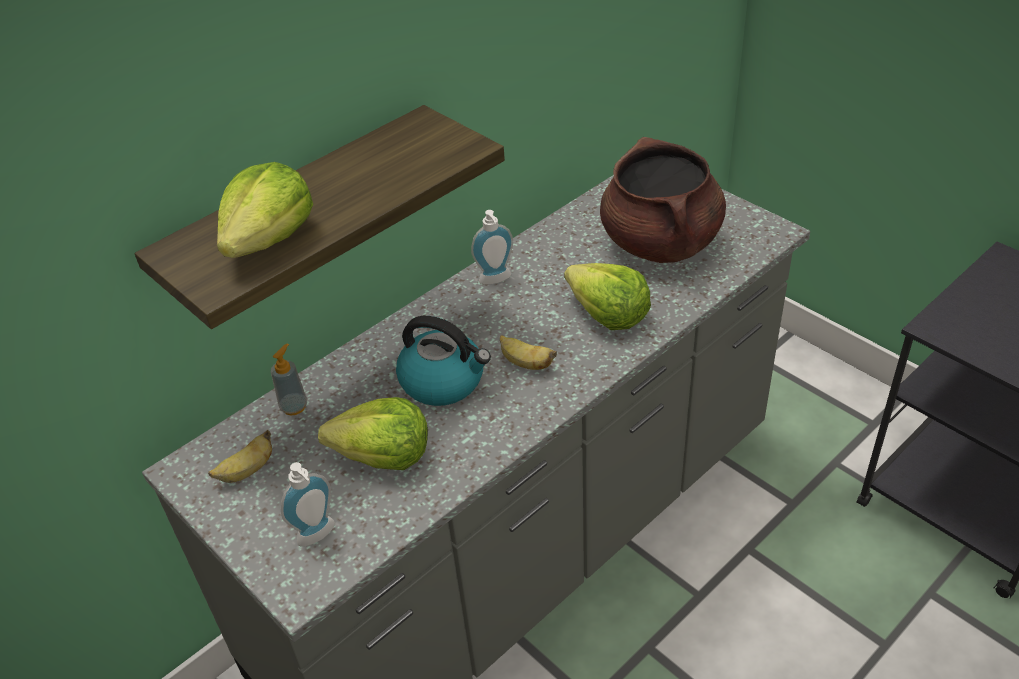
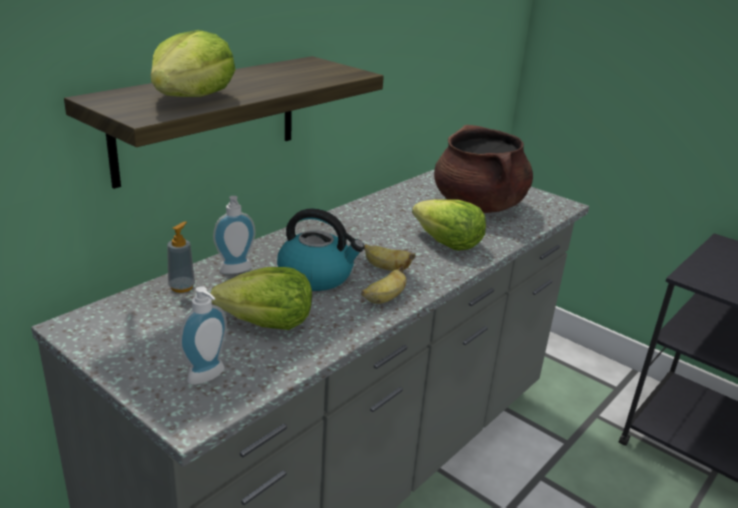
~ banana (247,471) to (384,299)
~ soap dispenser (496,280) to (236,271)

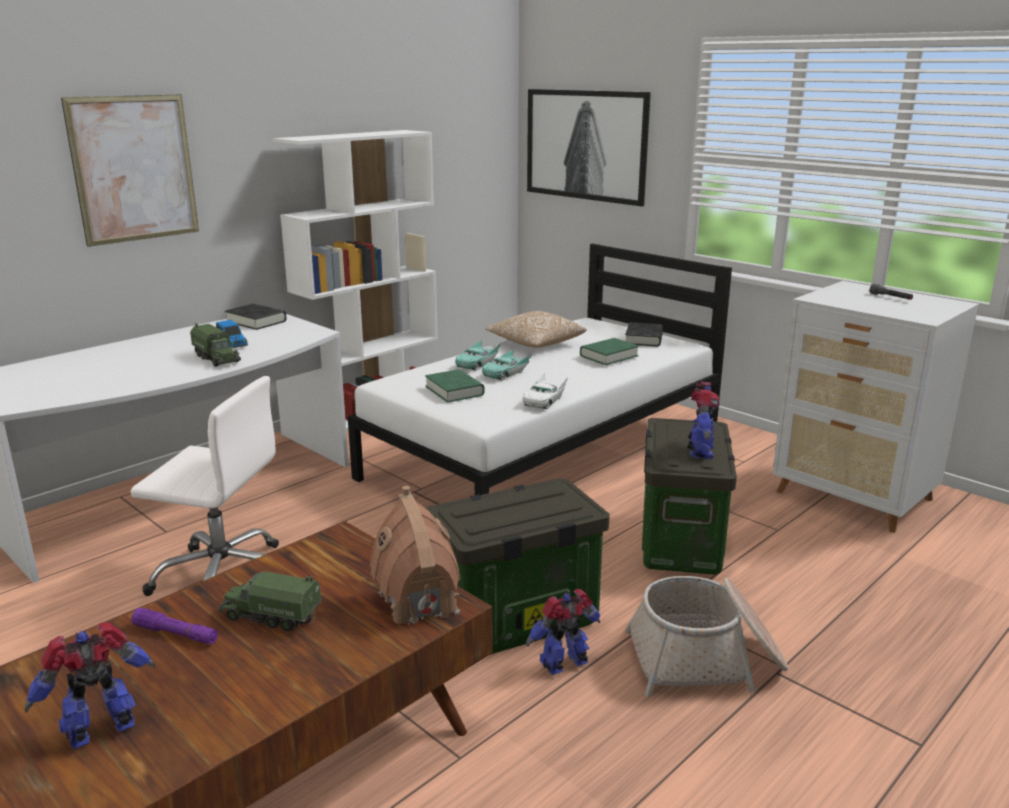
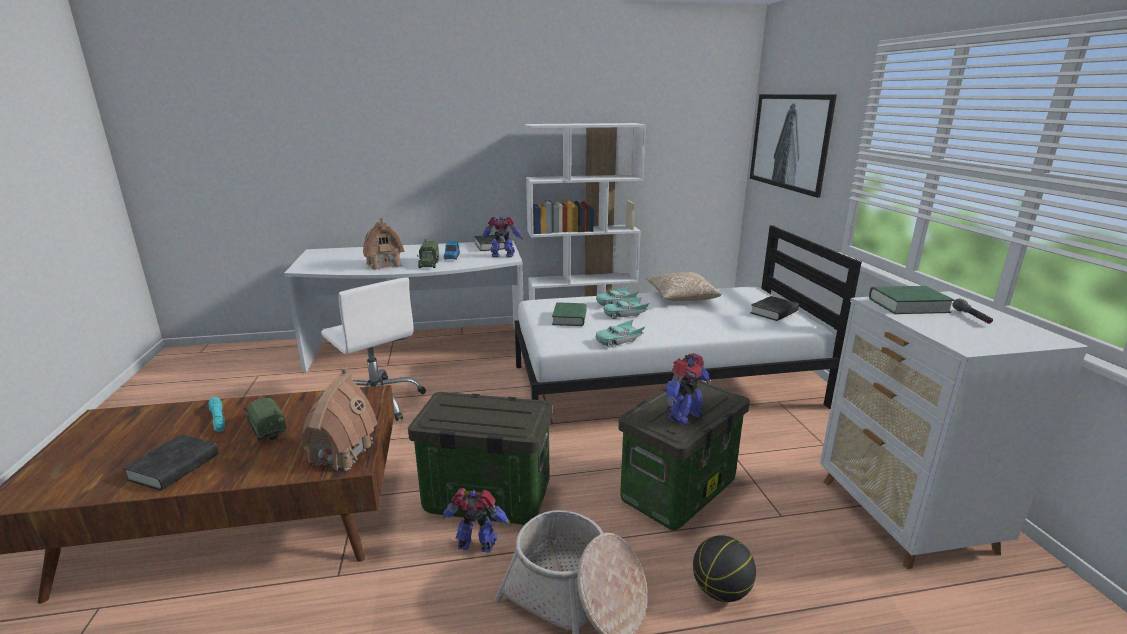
- picture (134,169)
+ black book (174,467)
+ toy house (384,265)
+ basketball (720,590)
~ toy robot (103,730) to (503,256)
~ green book (609,356) to (908,305)
~ purple flashlight (176,634) to turquoise flashlight (218,419)
~ white toy car (544,400) to turquoise toy car (619,340)

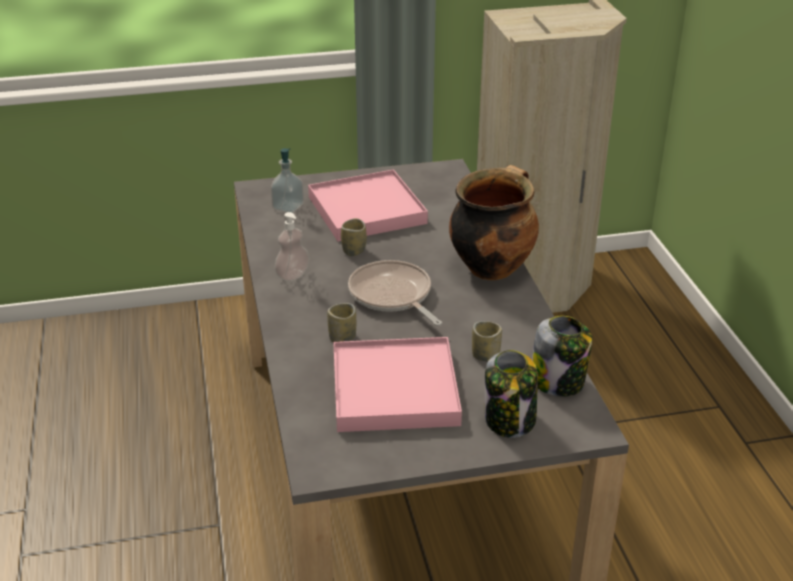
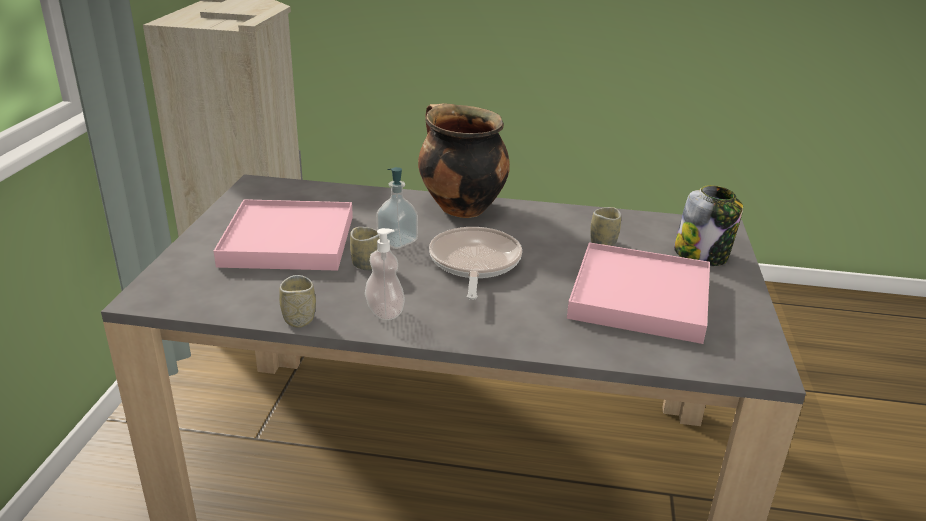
- jar (558,381)
~ soap dispenser (288,207) to (397,241)
~ cup (342,337) to (299,319)
~ frying pan (392,296) = (474,263) 105 degrees clockwise

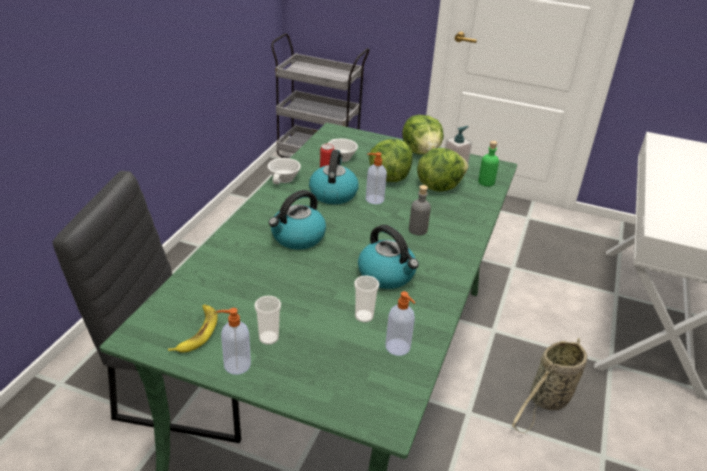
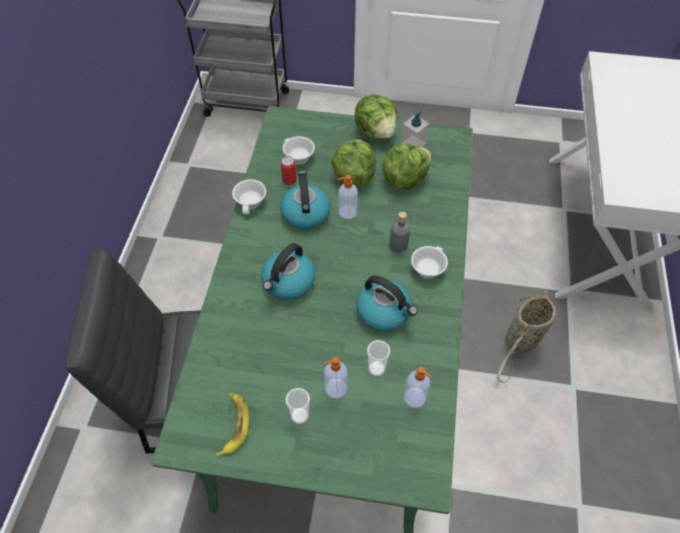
- green bottle (486,182)
+ white cup (427,268)
~ soap dispenser (236,365) to (335,388)

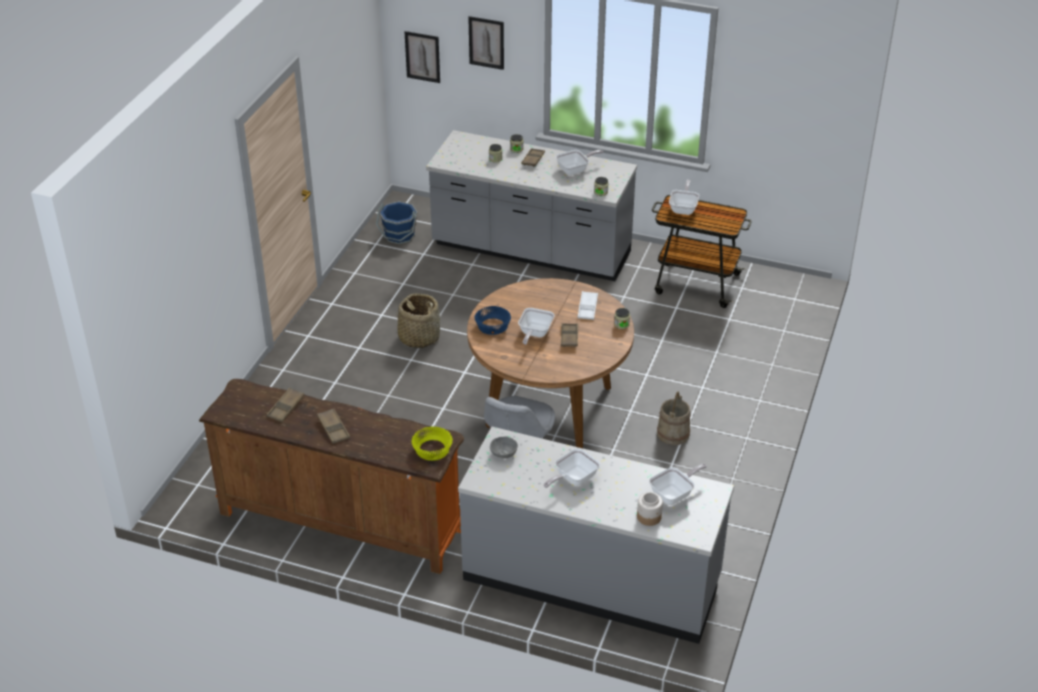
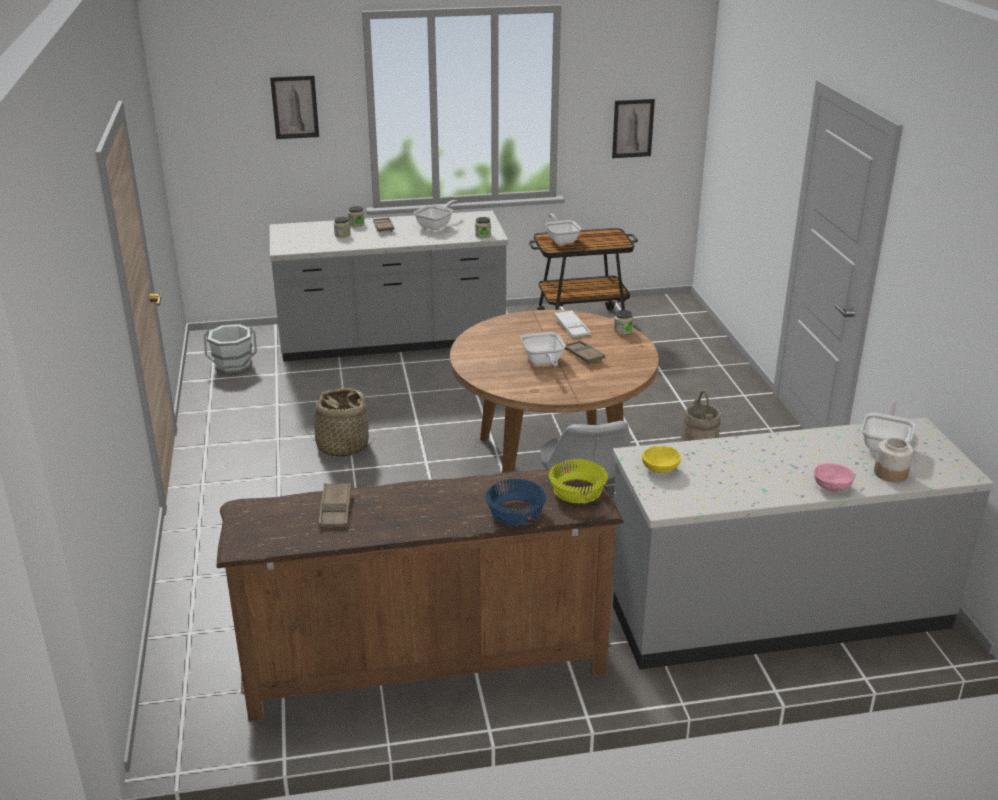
- brown tray (333,428)
- frying pan (573,479)
+ pink bowl (831,487)
~ picture (422,57) to (632,128)
~ blue bowl (492,326) to (515,513)
~ orange cabinet (341,520) to beige cabinet (425,663)
~ blue bucket (399,236) to white bucket (233,365)
~ grey bowl (503,453) to yellow bowl (660,469)

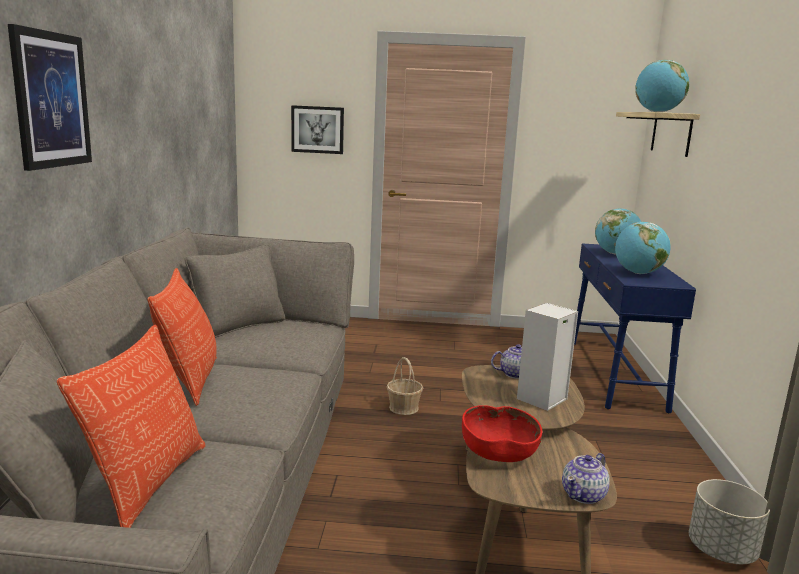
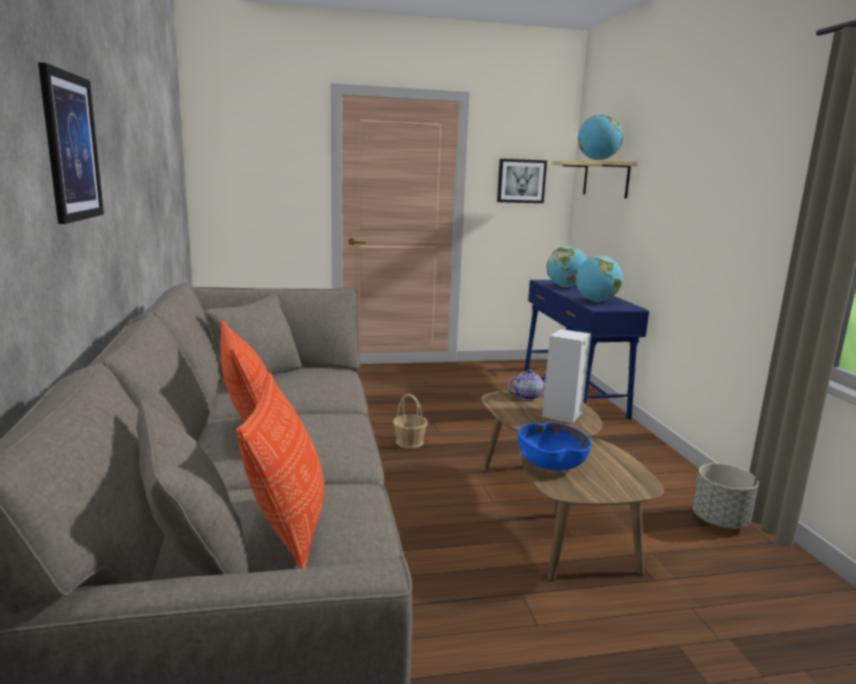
- teapot (584,495)
~ picture (317,129) to (521,181)
~ red bowl (498,454) to blue bowl (551,465)

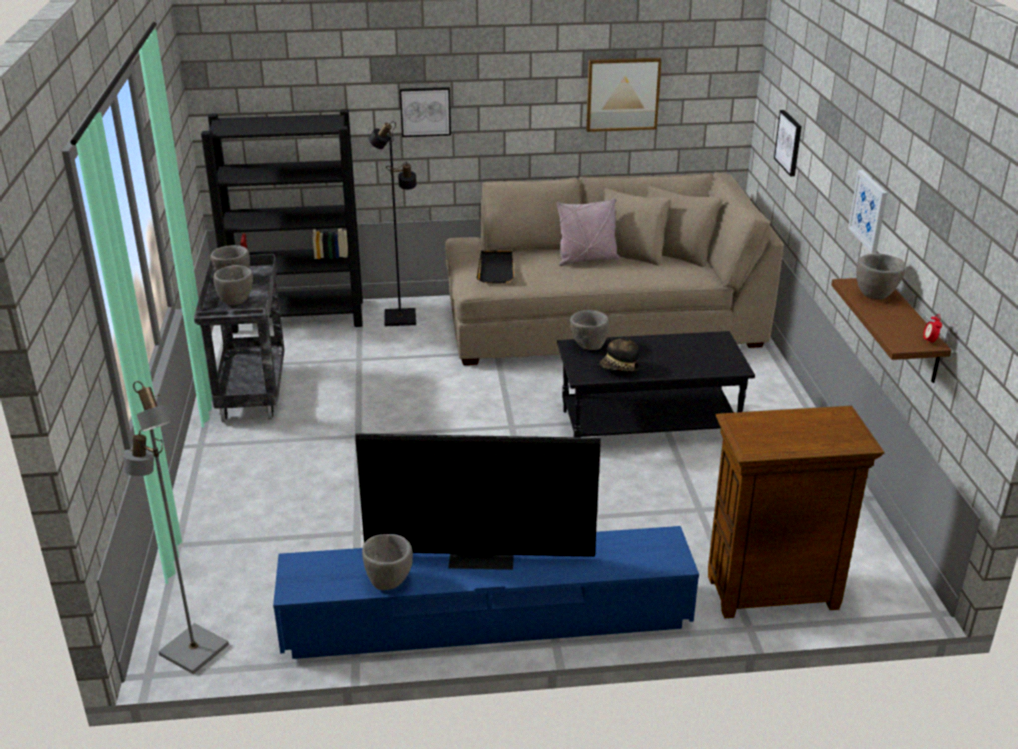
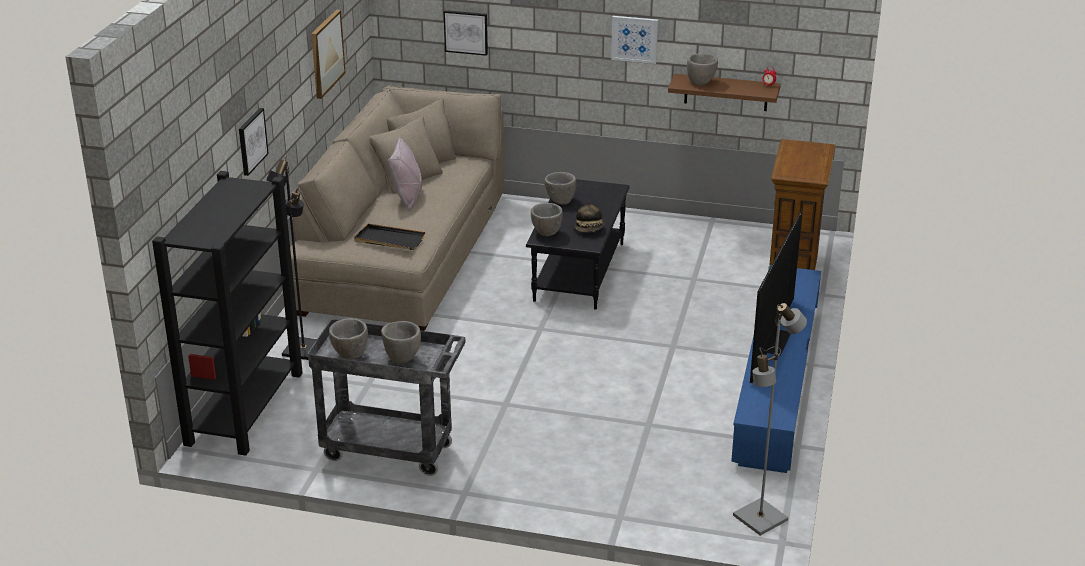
~ grey bowl (388,581) to (560,201)

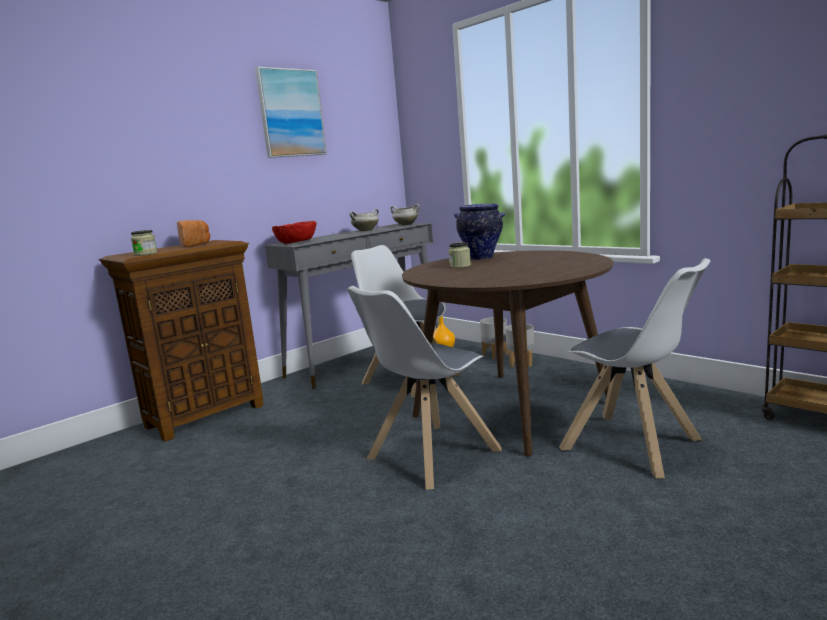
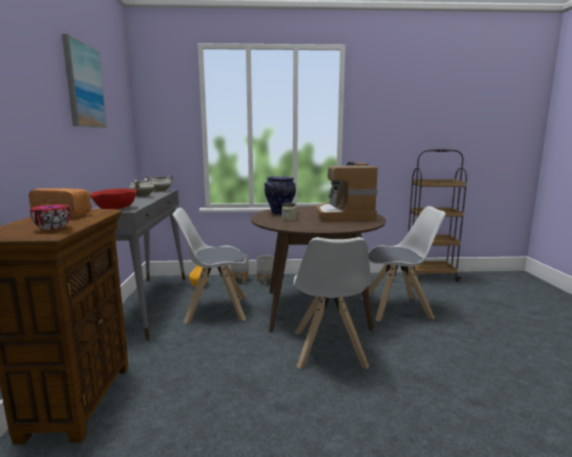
+ coffee machine (343,216)
~ jar (145,254) to bowl (54,229)

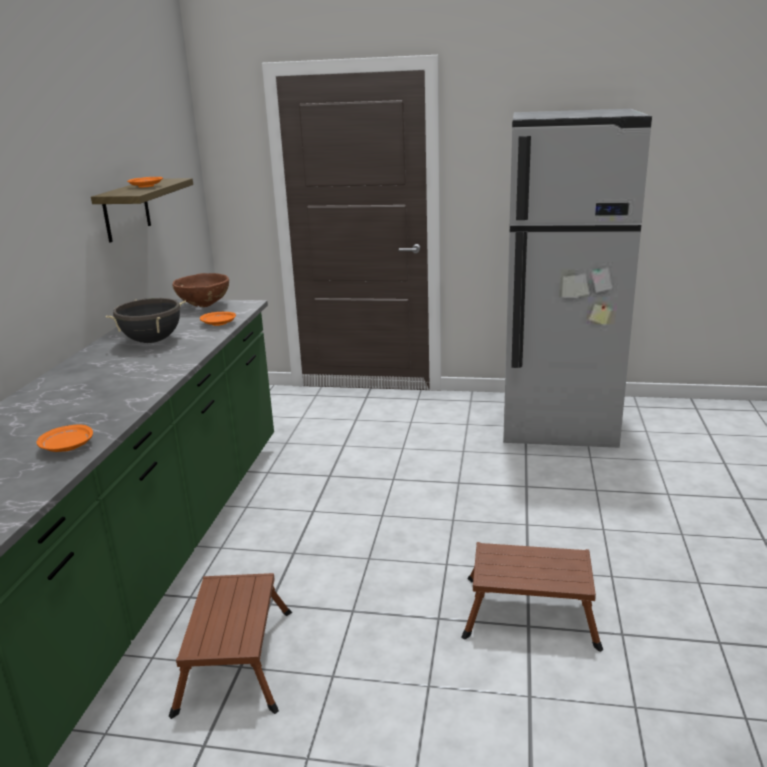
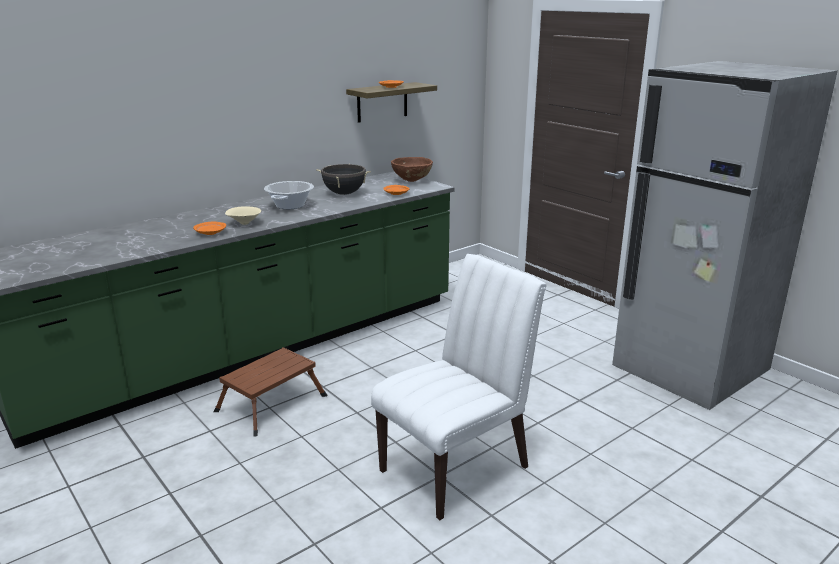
+ beige bowl (243,223)
+ cooking pot (290,205)
~ brown step ladder (531,612) to white chair (454,470)

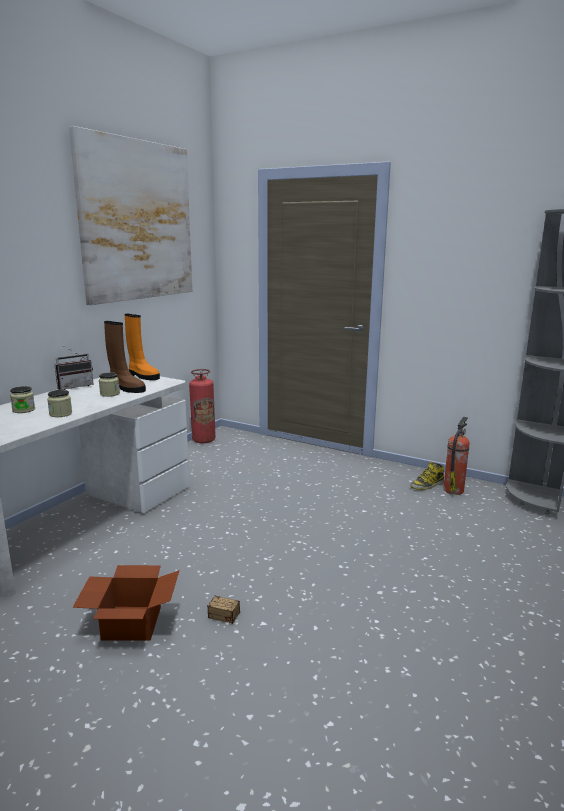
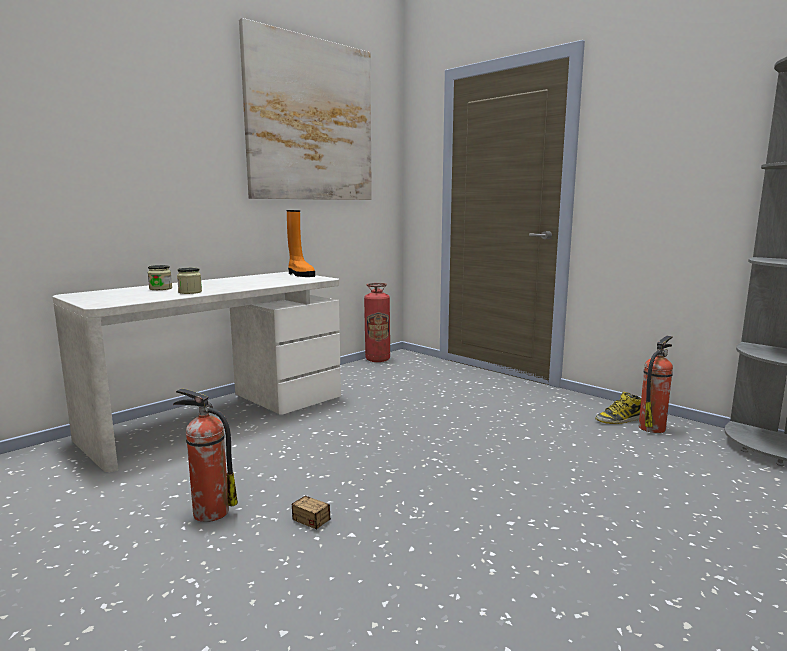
- radio (74,386)
- jar (110,394)
- brown boot (126,388)
~ cardboard box (130,622) to fire extinguisher (209,512)

